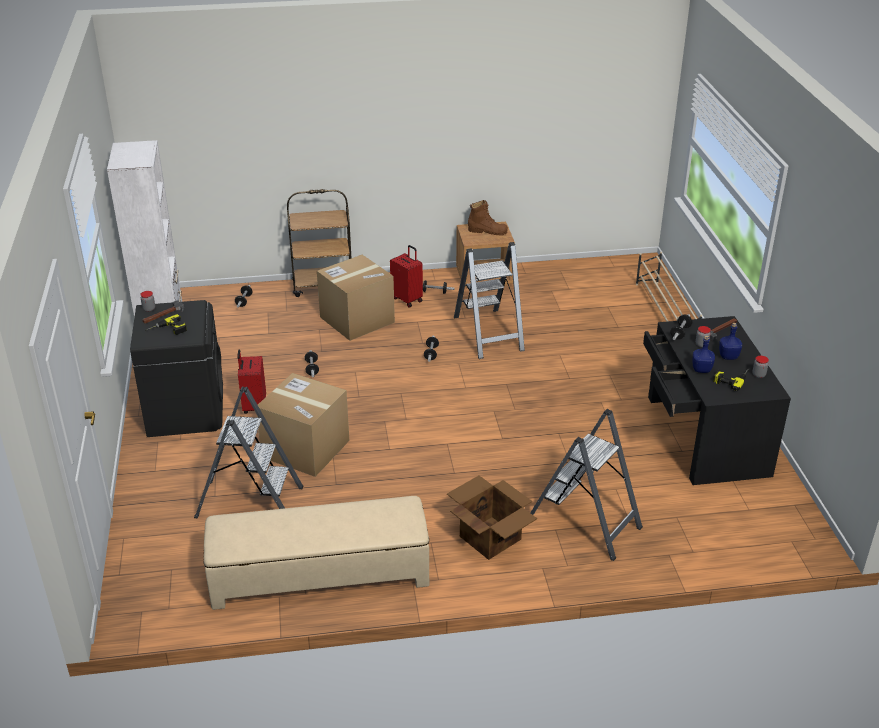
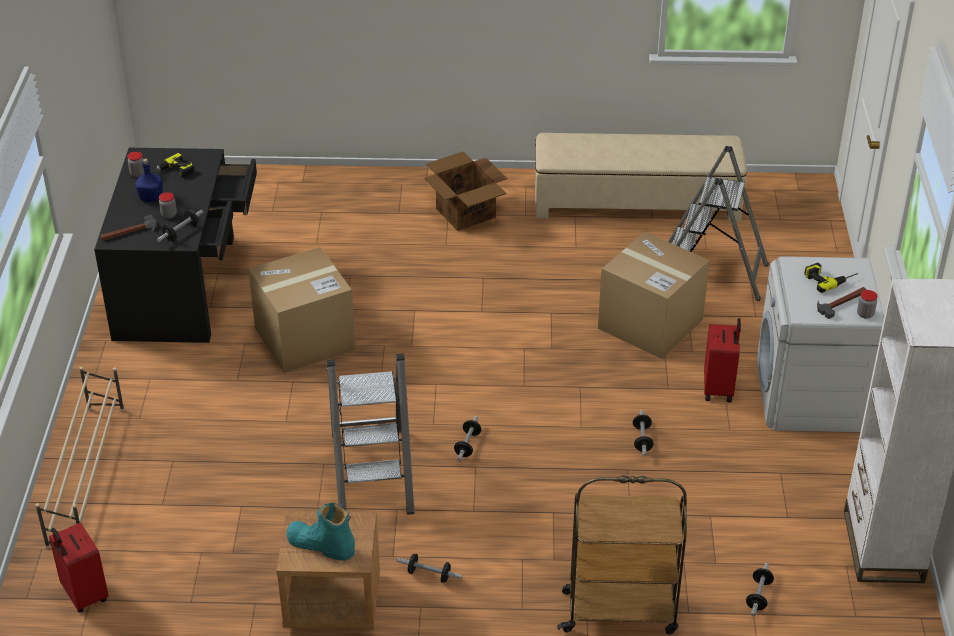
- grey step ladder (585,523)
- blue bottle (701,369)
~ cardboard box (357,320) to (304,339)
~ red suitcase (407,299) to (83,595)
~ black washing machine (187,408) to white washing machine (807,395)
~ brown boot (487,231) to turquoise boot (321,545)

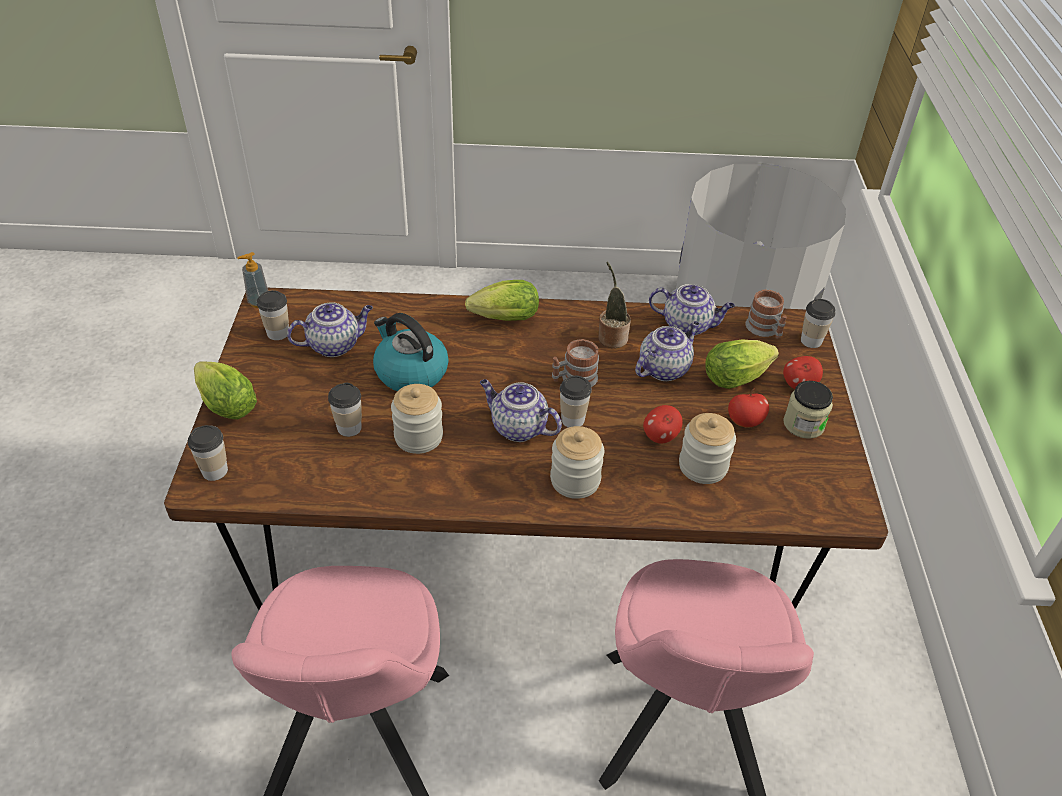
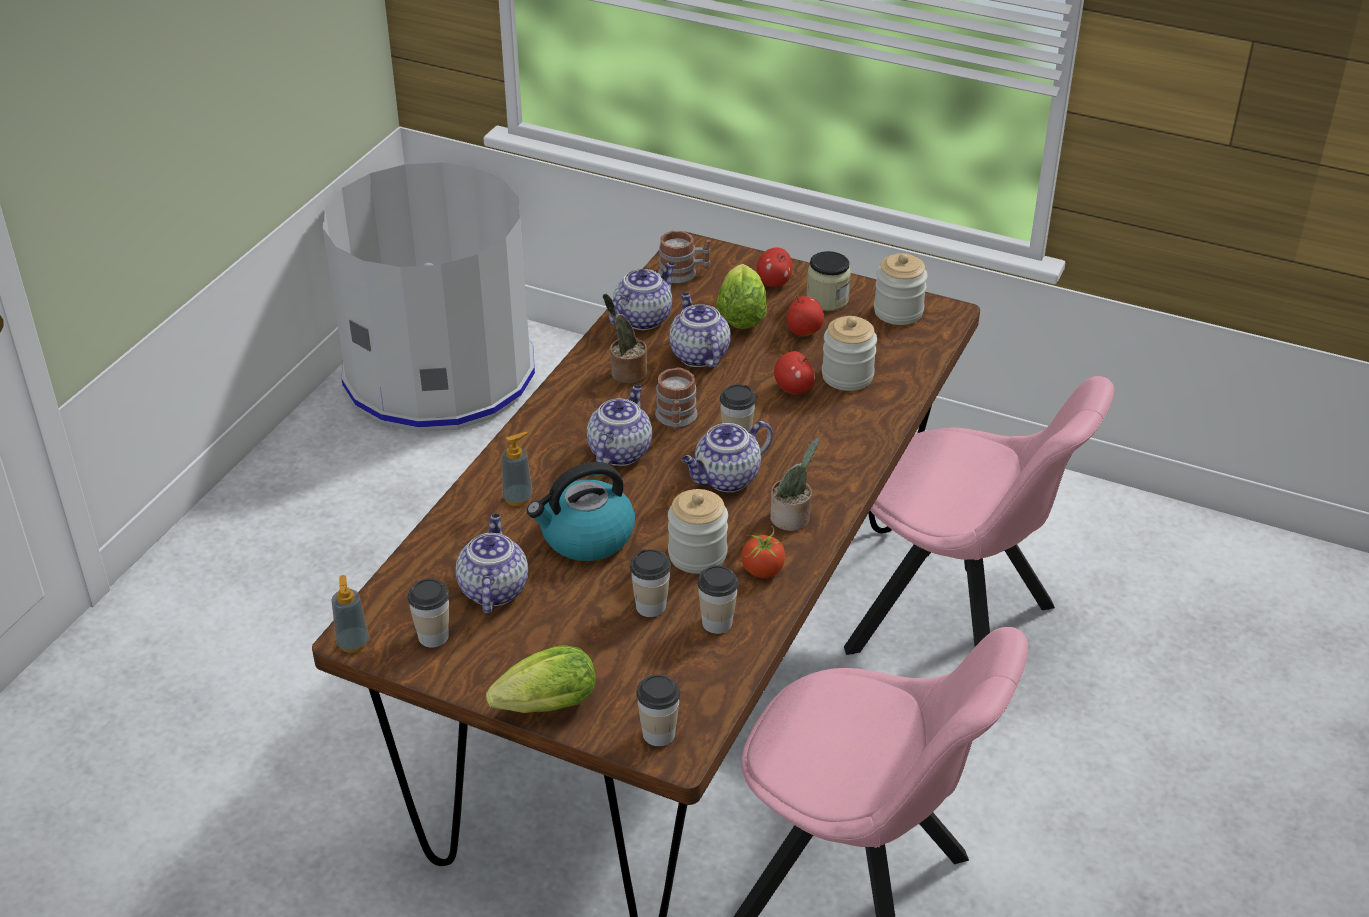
- lettuce (501,319)
+ soap dispenser (518,498)
+ teapot (619,451)
+ tomato (762,570)
+ potted plant (792,519)
~ jar (575,480) to (898,311)
~ cup (811,341) to (717,623)

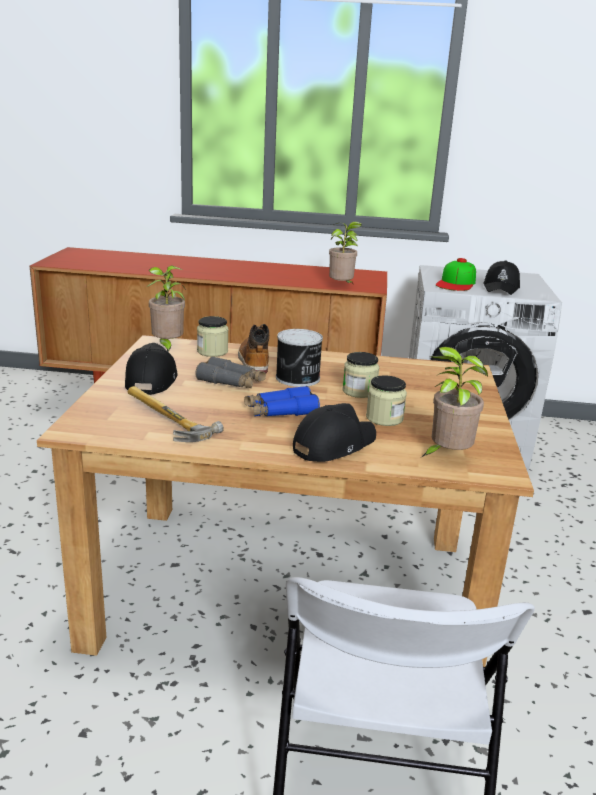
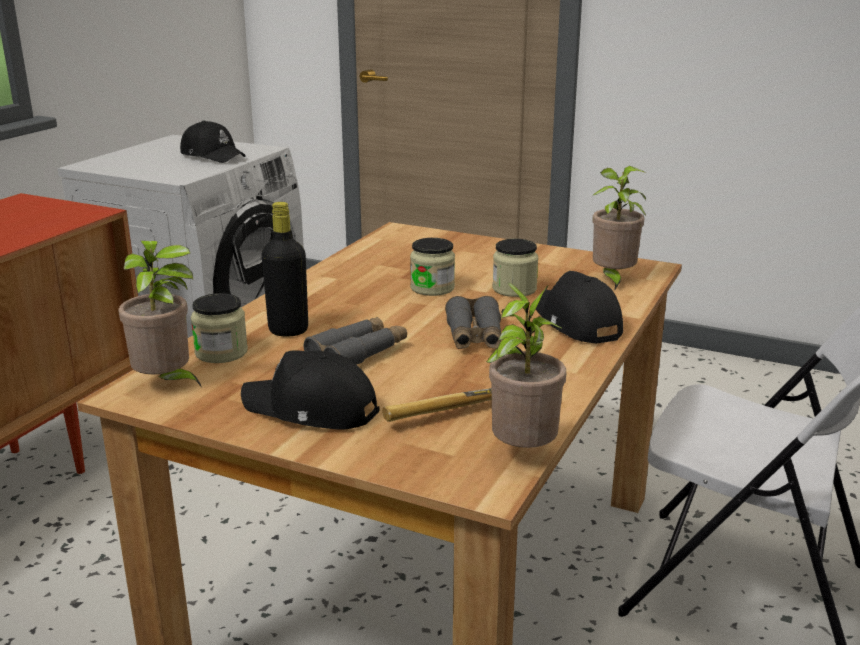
- can (298,378)
- cap (456,283)
~ potted plant (342,287) to (522,453)
~ boot (253,361) to black bottle (288,330)
~ blue binoculars (280,411) to grey binoculars (474,336)

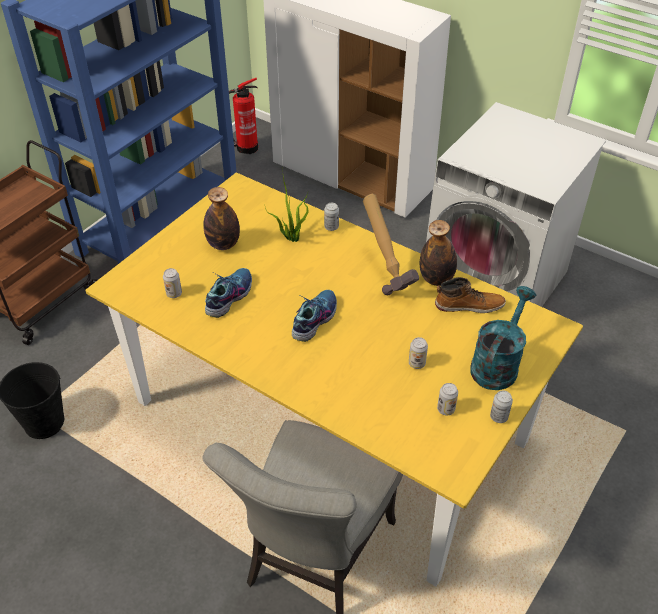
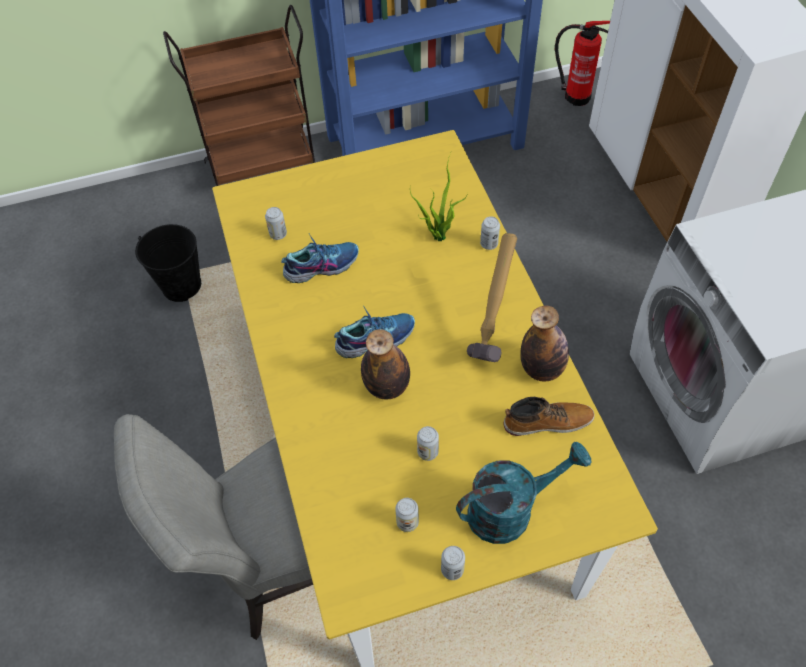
~ bottle (223,244) to (387,386)
~ boot (469,305) = (547,422) 45 degrees counterclockwise

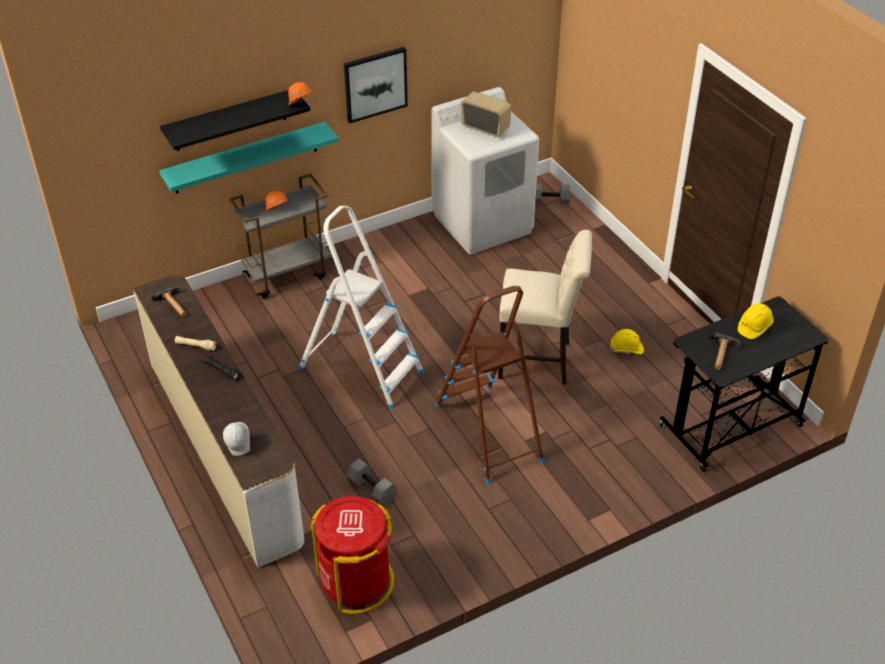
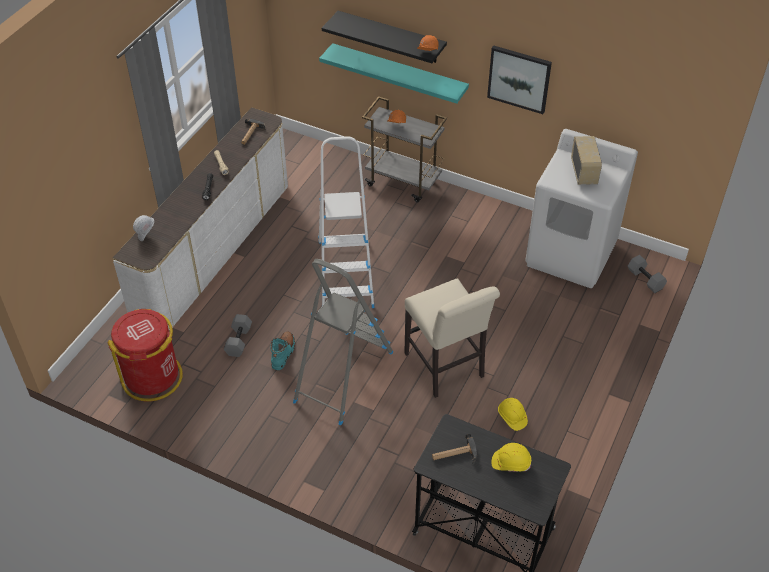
+ turquoise boot (283,353)
~ brown step ladder (487,431) to grey step ladder (344,375)

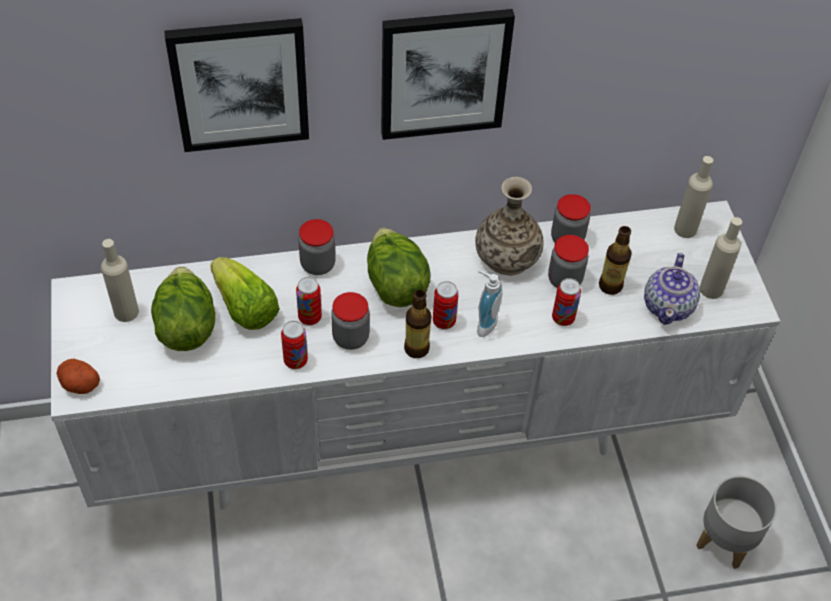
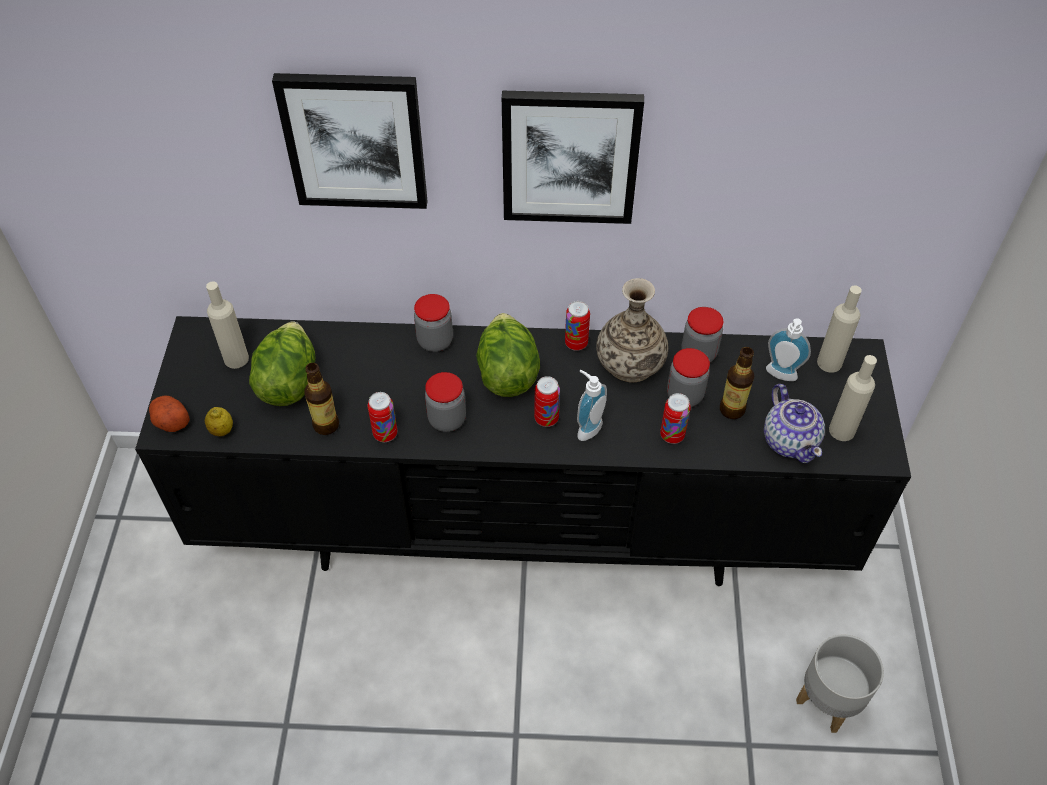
- lettuce (244,308)
+ lemon (222,430)
+ soap dispenser (780,376)
~ can (310,317) to (576,343)
~ bottle (416,348) to (326,425)
~ white cabinet (410,433) to black cabinet (526,528)
~ teapot (668,306) = (790,440) 45 degrees counterclockwise

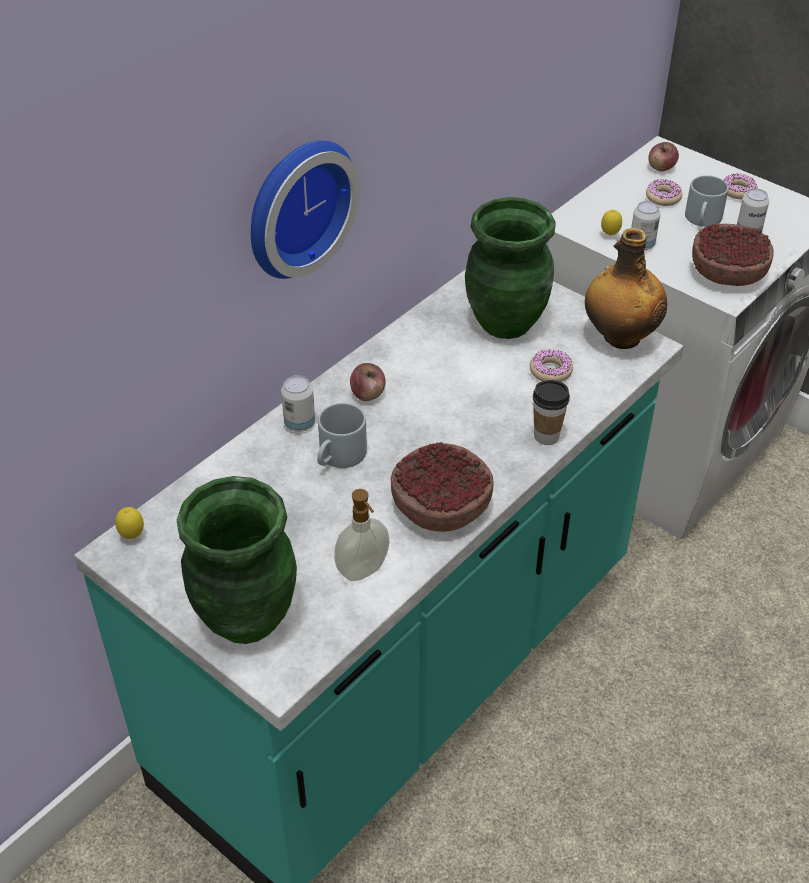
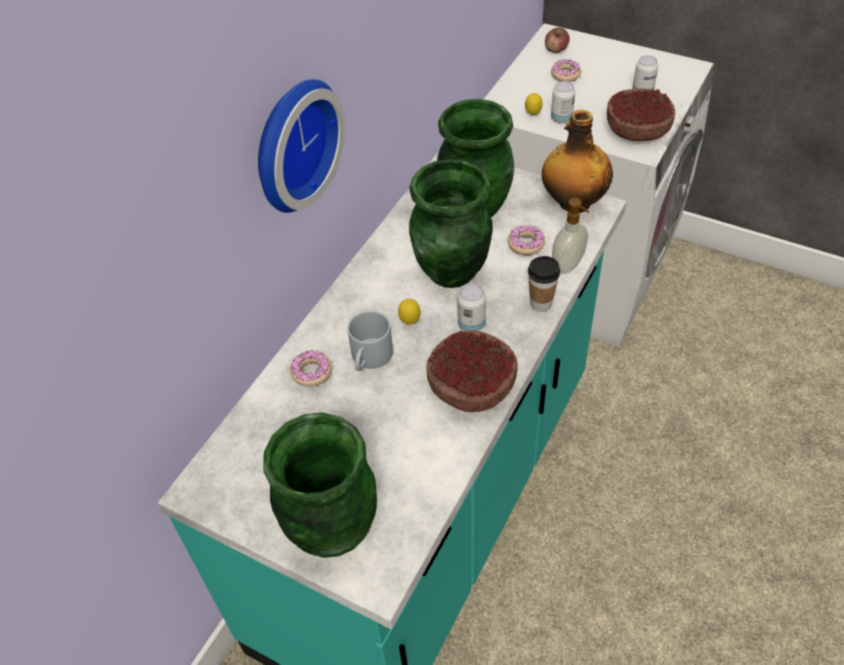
- apple (368,394)
- grey mug (703,220)
+ green vase (452,272)
~ lemon (132,536) to (410,322)
~ can (299,424) to (471,324)
~ soap dispenser (363,571) to (568,265)
~ donut (738,191) to (311,372)

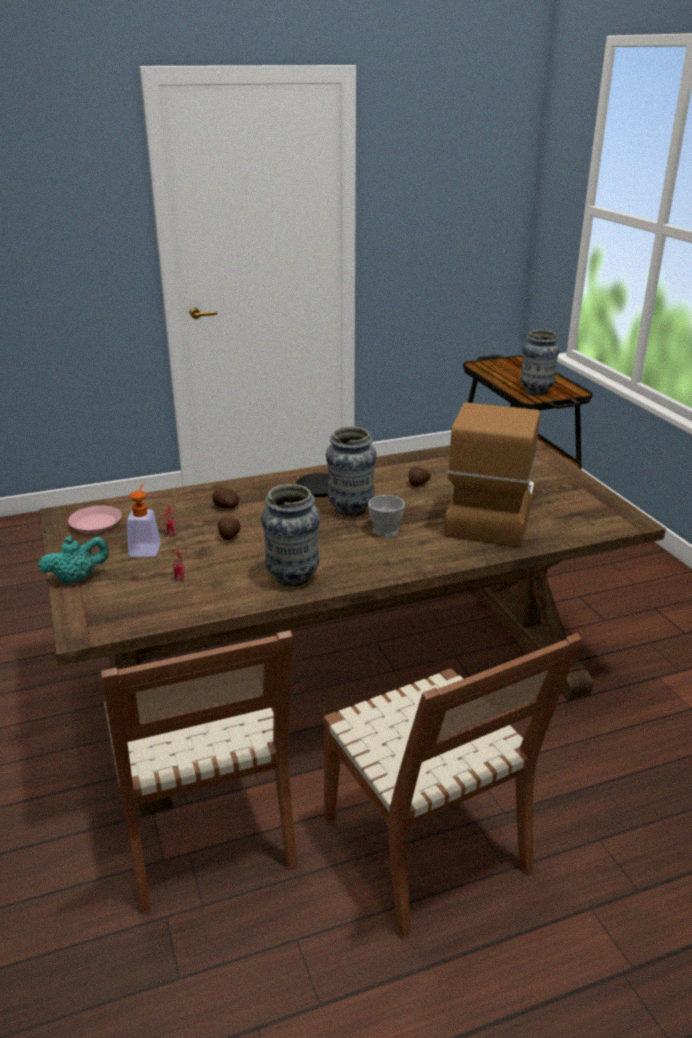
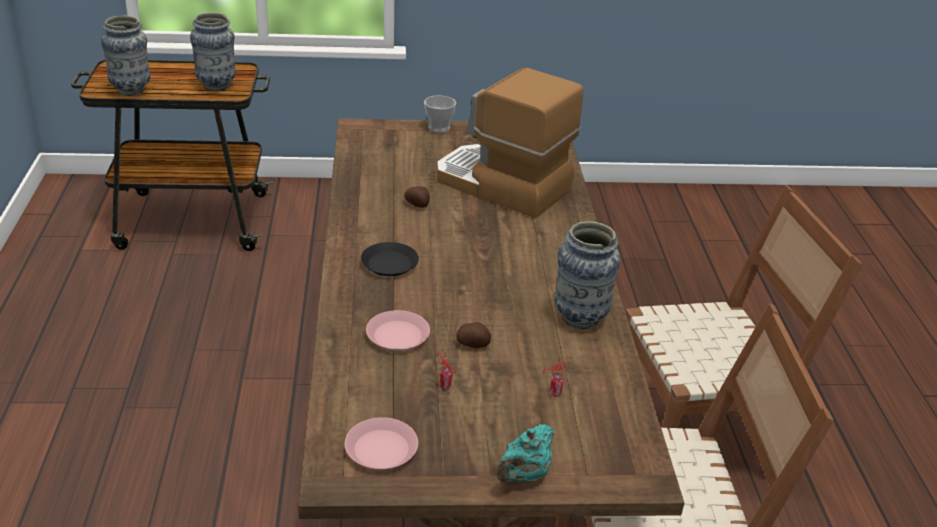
- soap dispenser (146,547)
~ vase (351,510) to (131,90)
~ cup (385,531) to (439,128)
~ potato (226,507) to pink plate (397,336)
~ turquoise teapot (77,578) = (524,475) 135 degrees counterclockwise

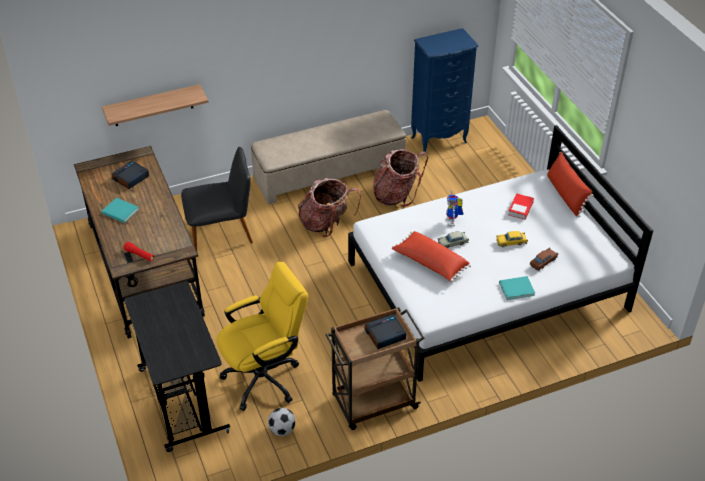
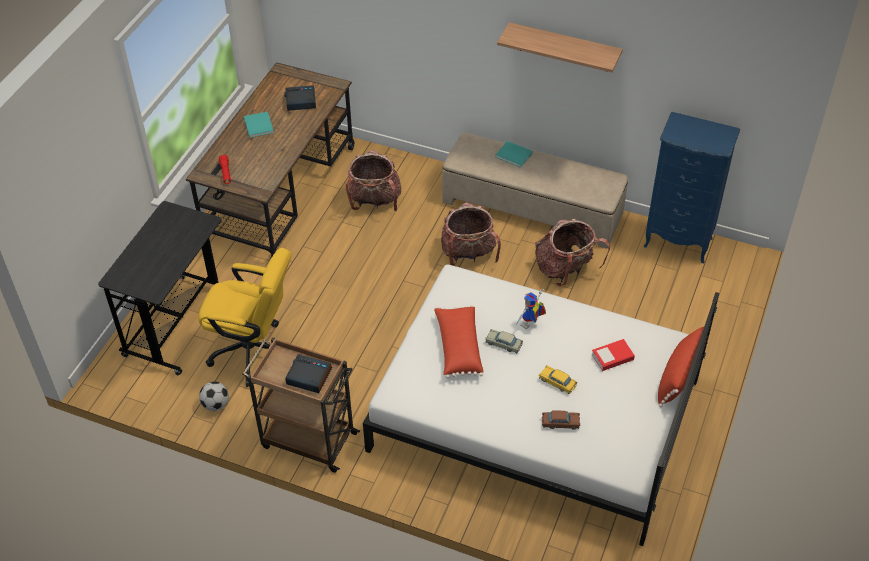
~ shelf (153,105) to (564,47)
~ turquoise book (518,289) to (514,155)
~ black chair (220,231) to backpack (375,201)

